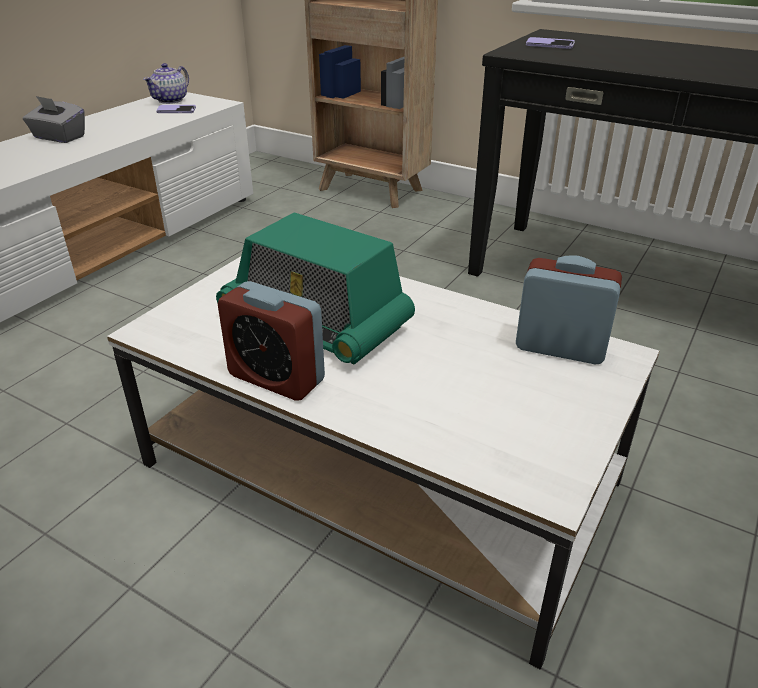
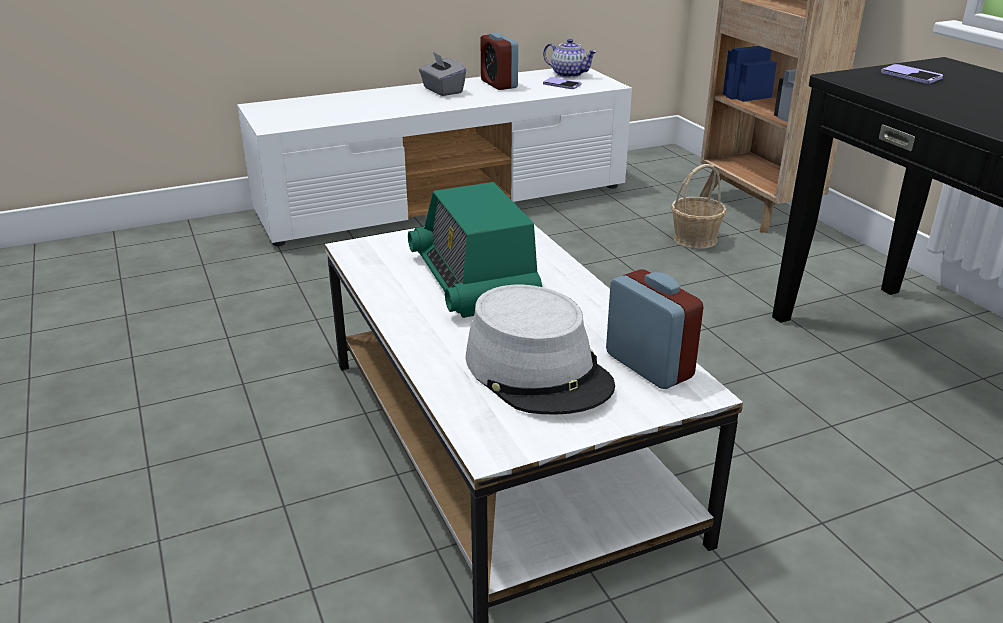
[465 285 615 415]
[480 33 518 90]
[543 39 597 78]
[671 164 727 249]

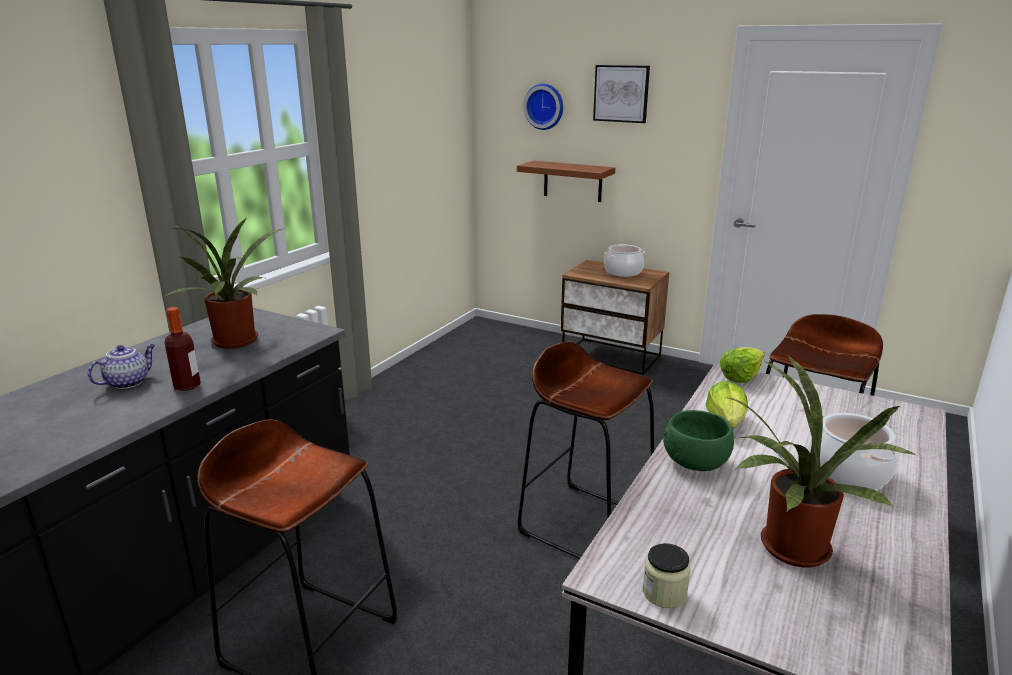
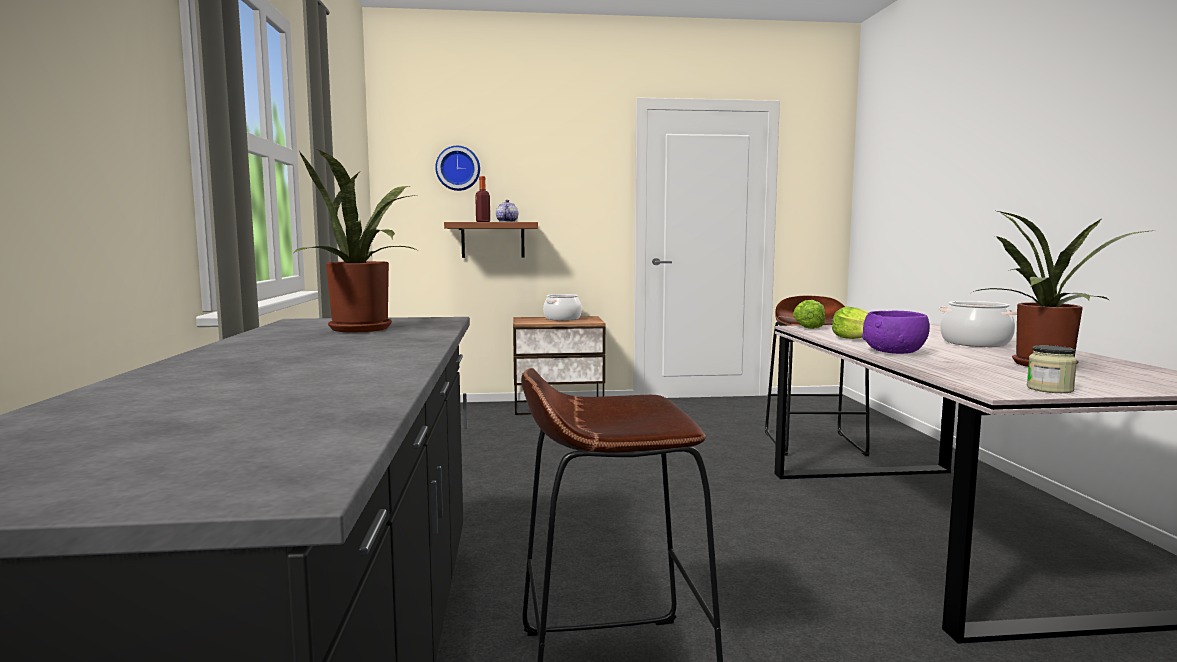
[475 176 490 222]
[496 200 519 222]
[862 311 930 354]
[518 342 654 559] (first image)
[593 65 650 123] (first image)

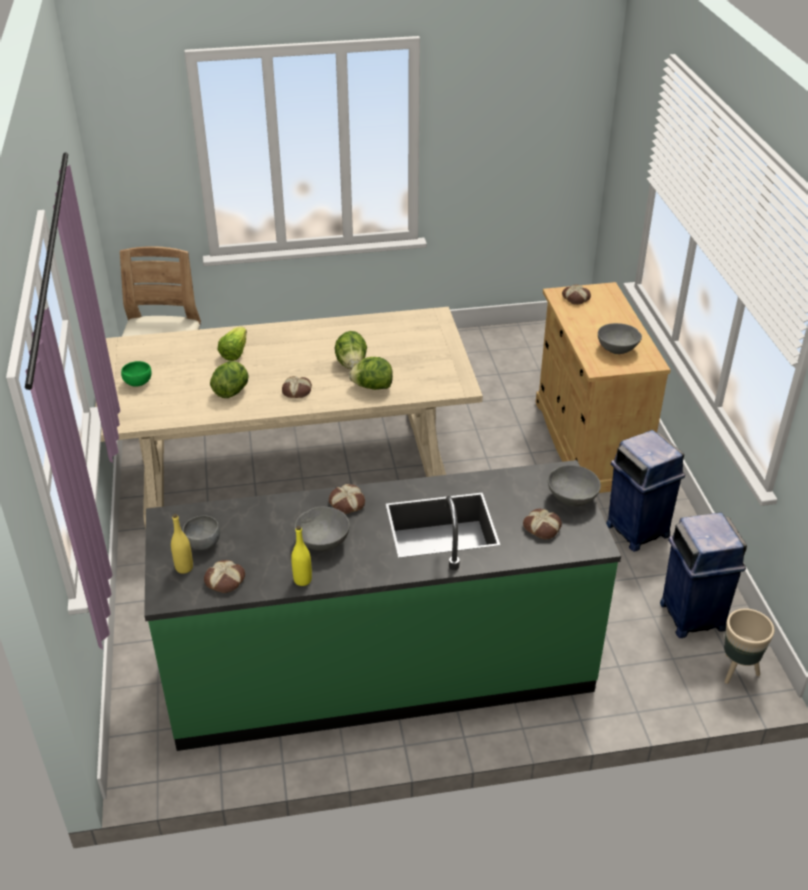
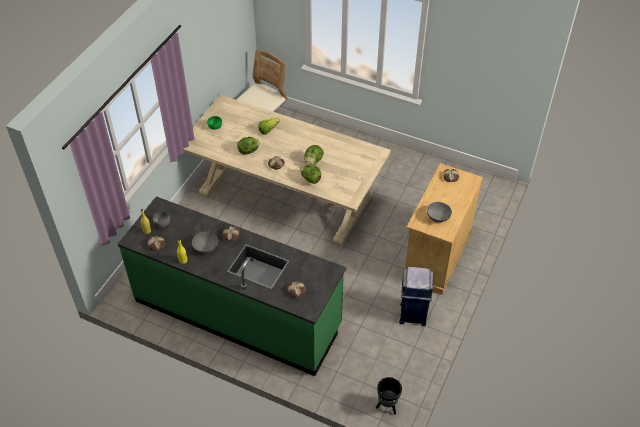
[376 377 402 414]
[548 465 601 506] (first image)
[660 512 747 638] (first image)

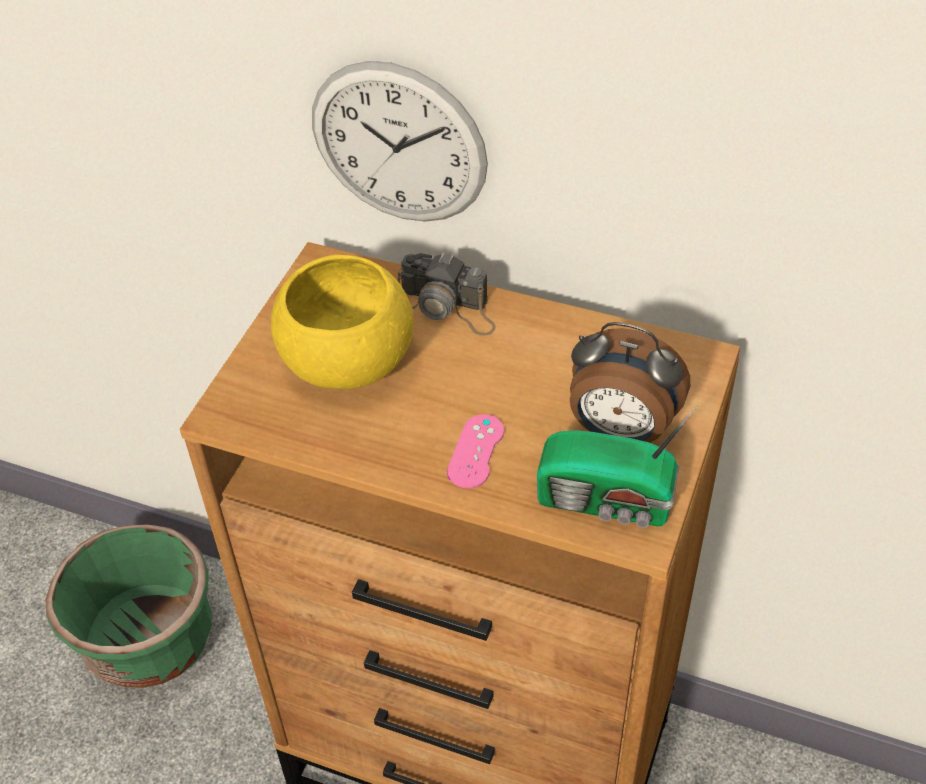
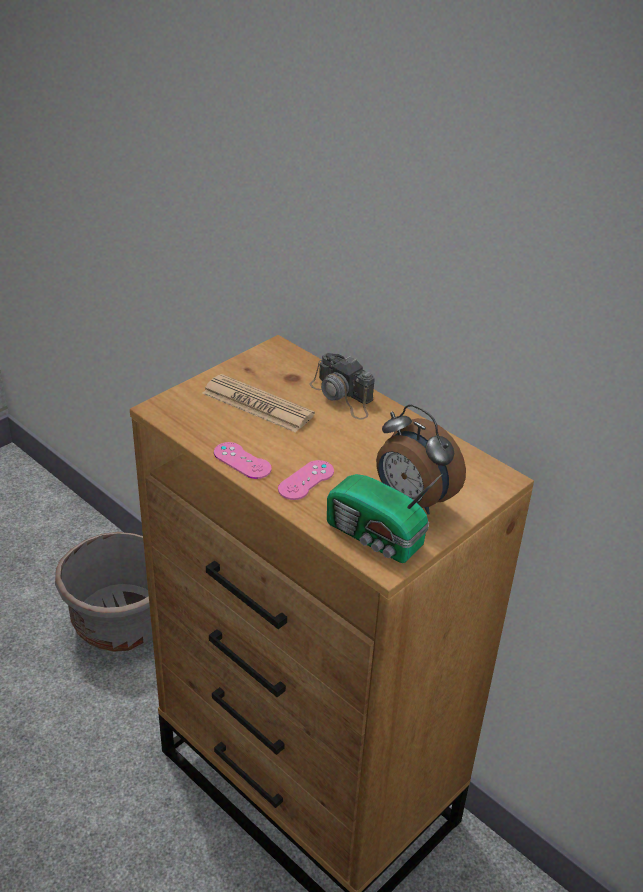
[55 532 153 652]
[202 374 315 433]
[214 442 272 479]
[312 61 488 222] (first image)

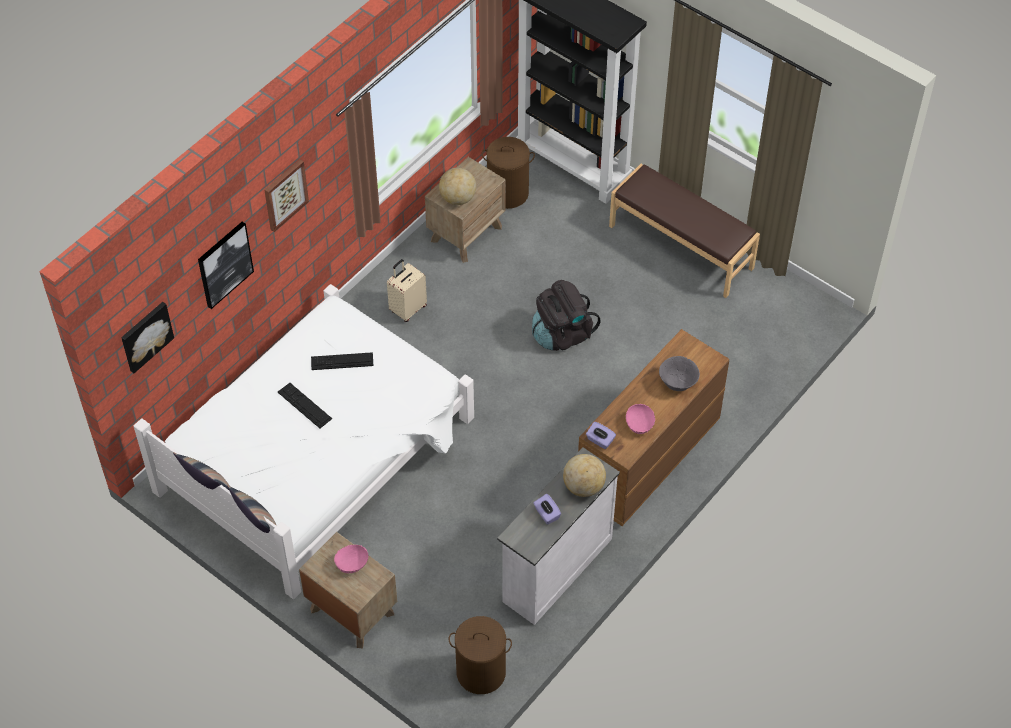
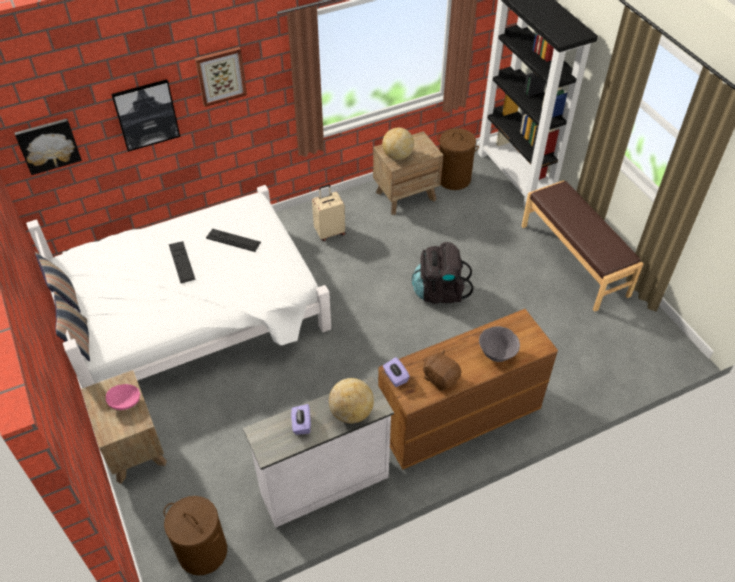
[423 350 462 391]

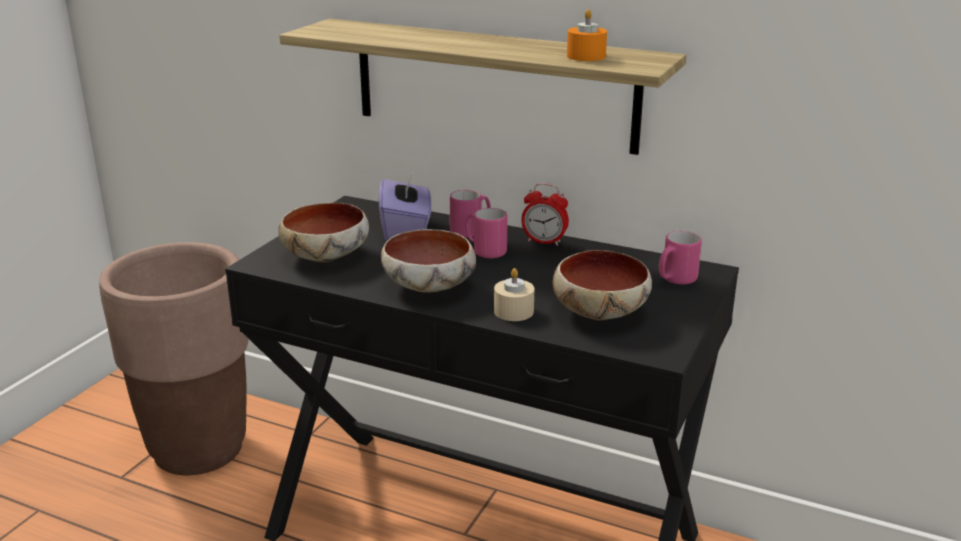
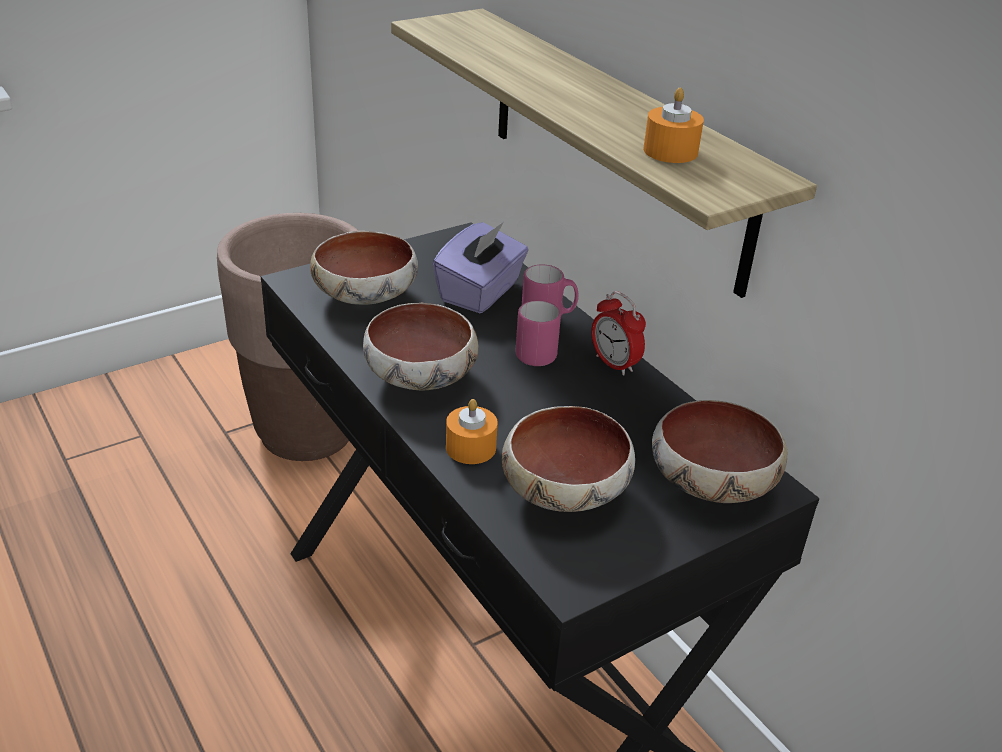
[446 399 498 464]
[652 400 787 503]

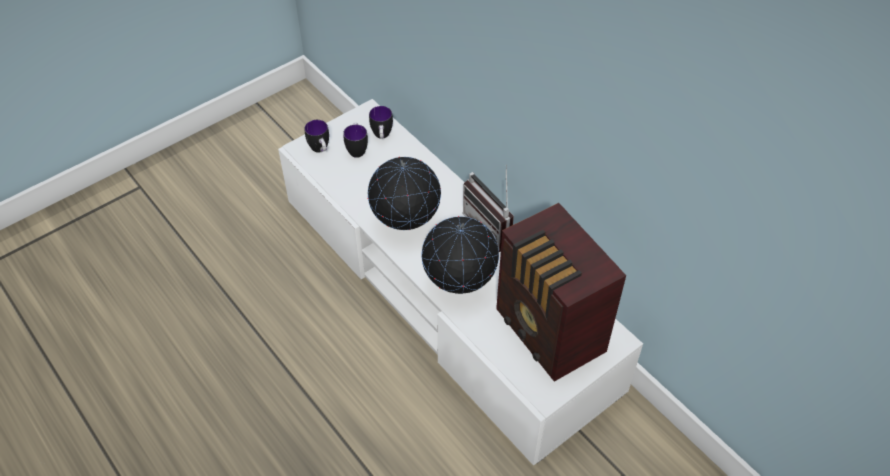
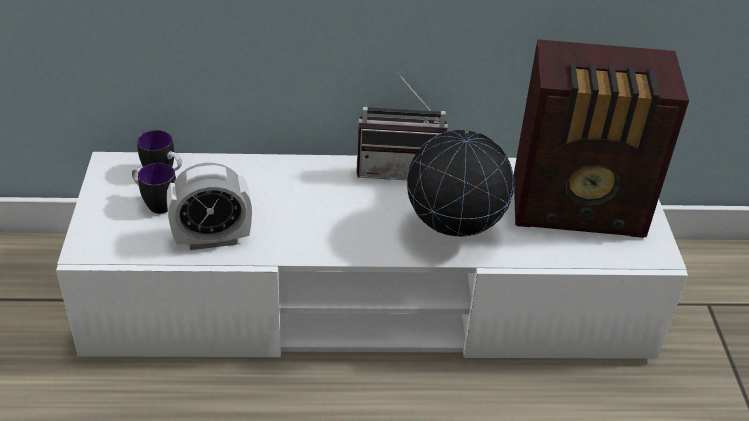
[167 163 252 250]
[304 120 329 153] (first image)
[367 157 441 230] (first image)

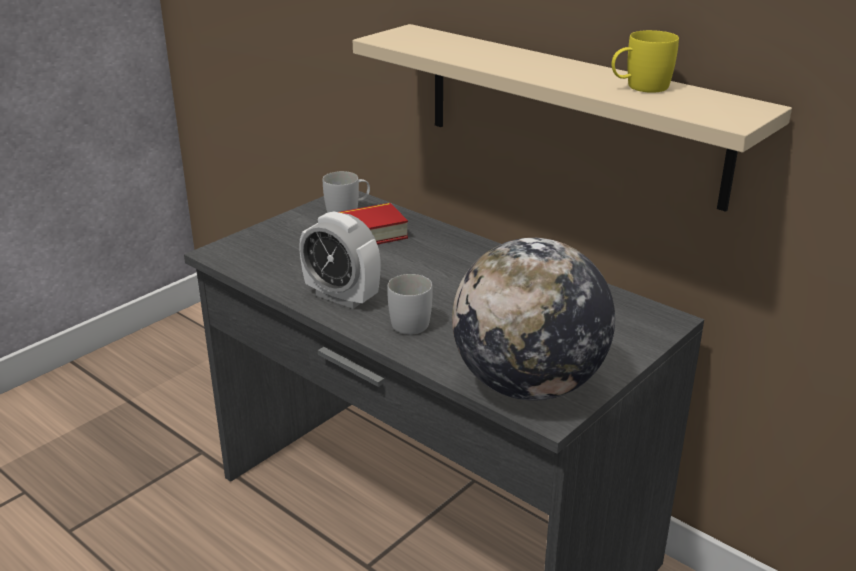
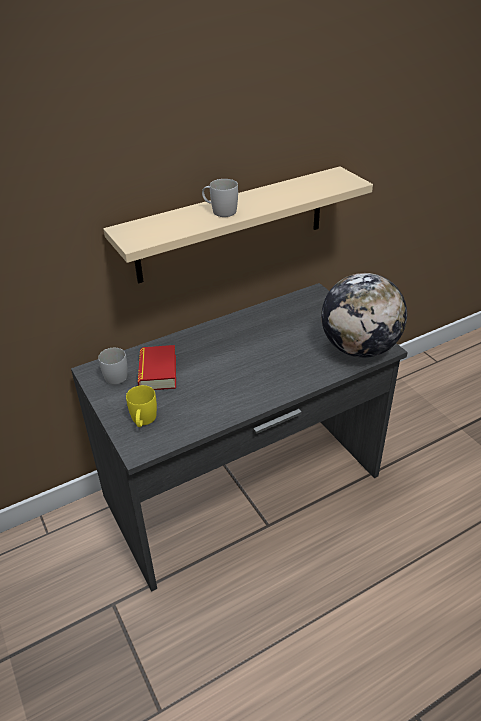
[126 385 157 427]
[202 179 238 217]
[299 212 380 309] (first image)

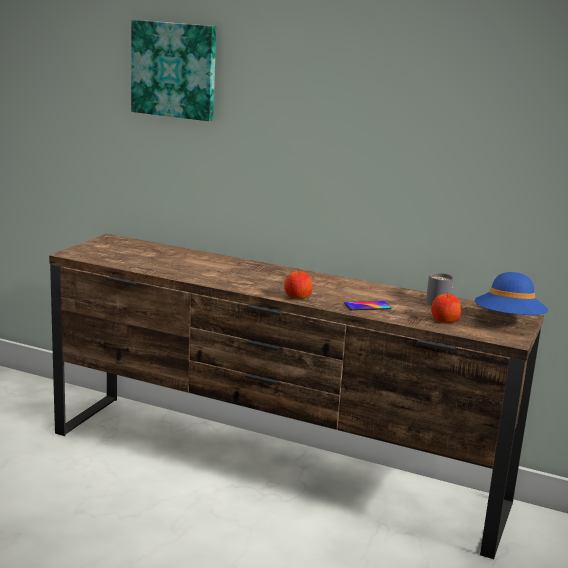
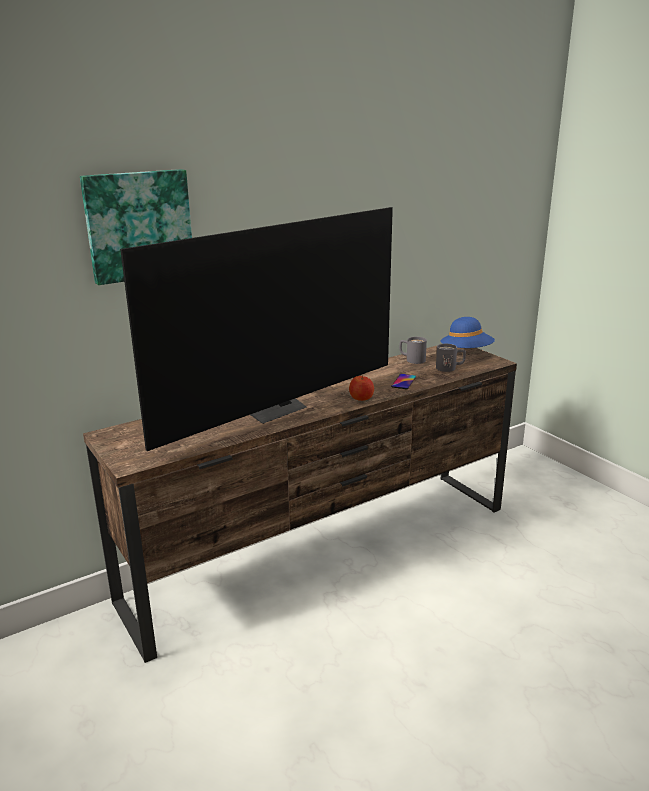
[120 207 393 451]
[436 344 466 372]

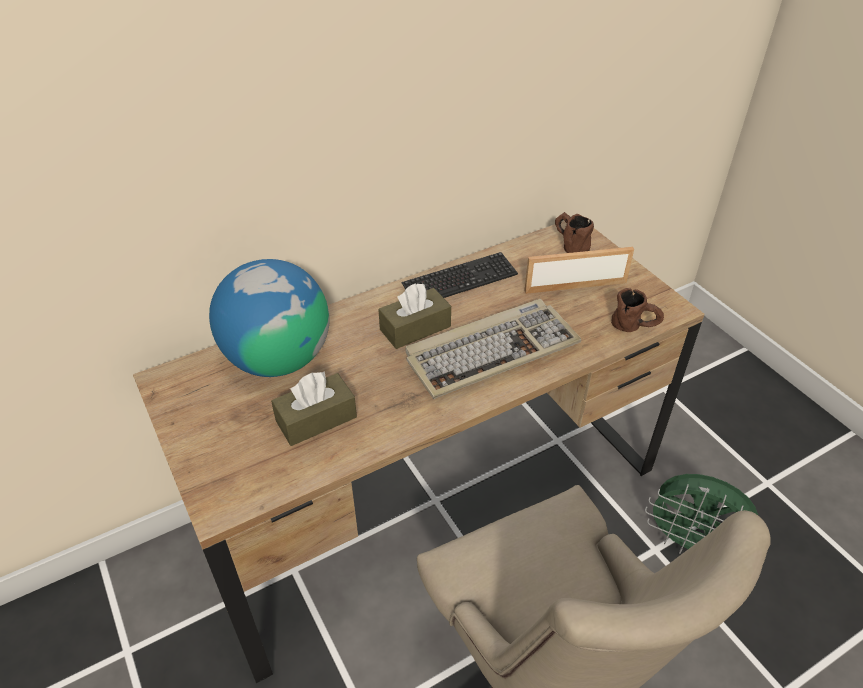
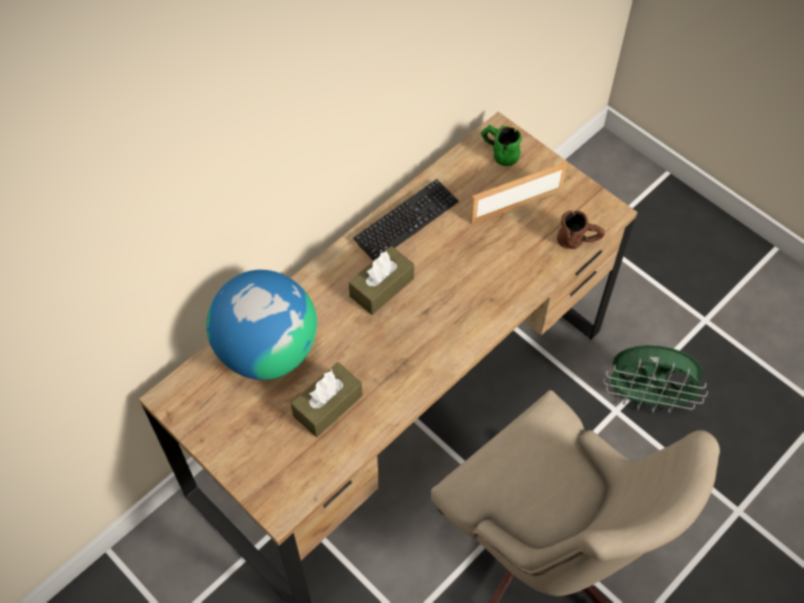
[481 125 522 166]
[405 299 581 399] (first image)

